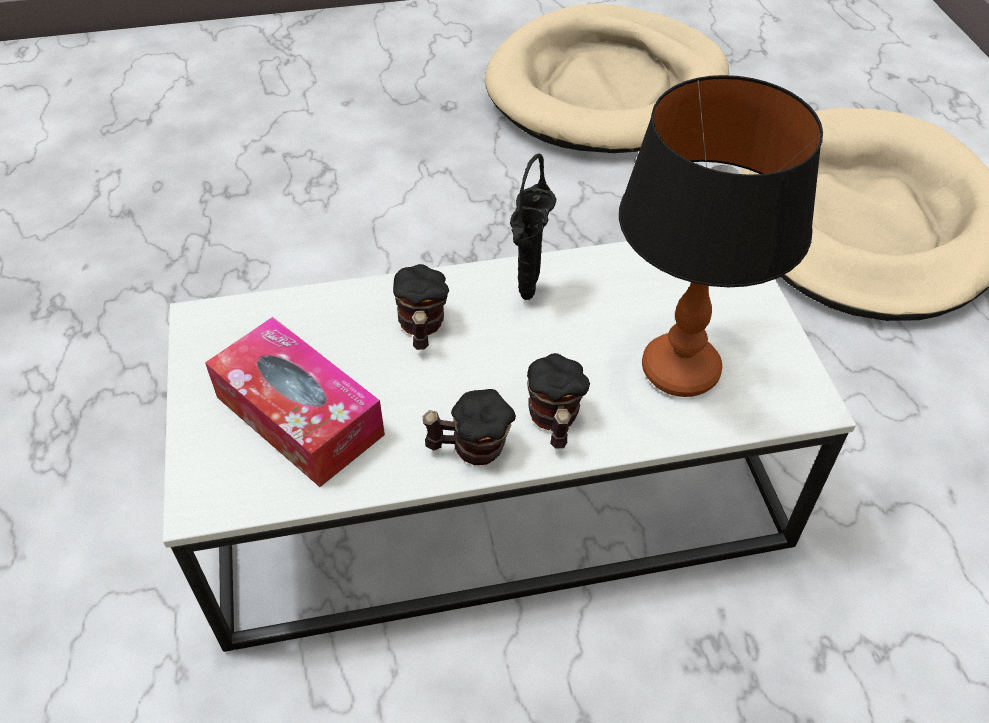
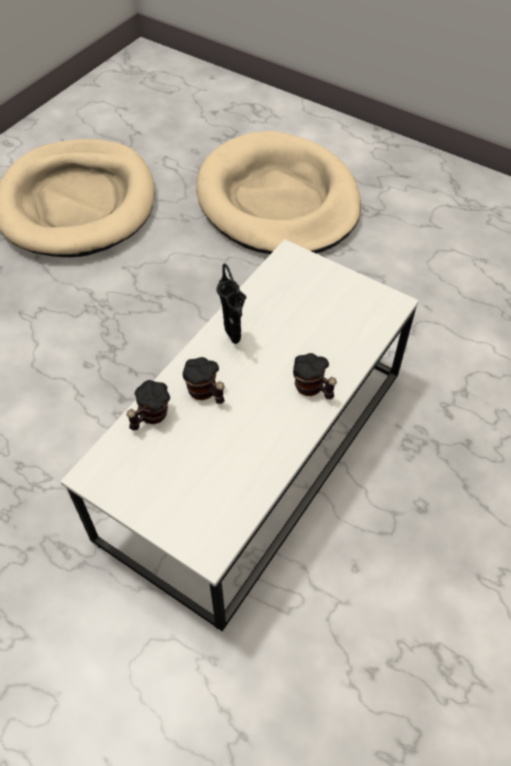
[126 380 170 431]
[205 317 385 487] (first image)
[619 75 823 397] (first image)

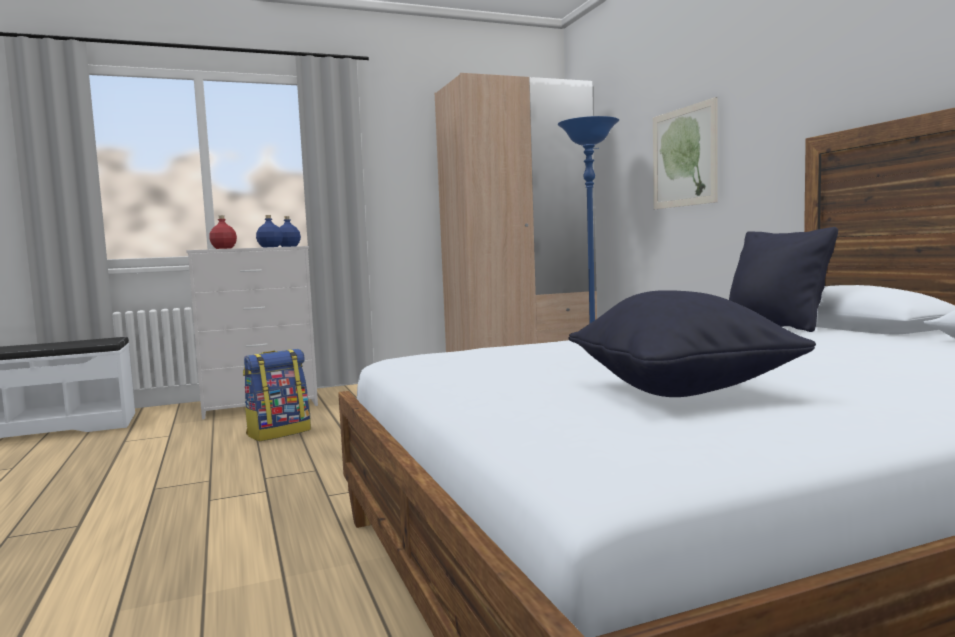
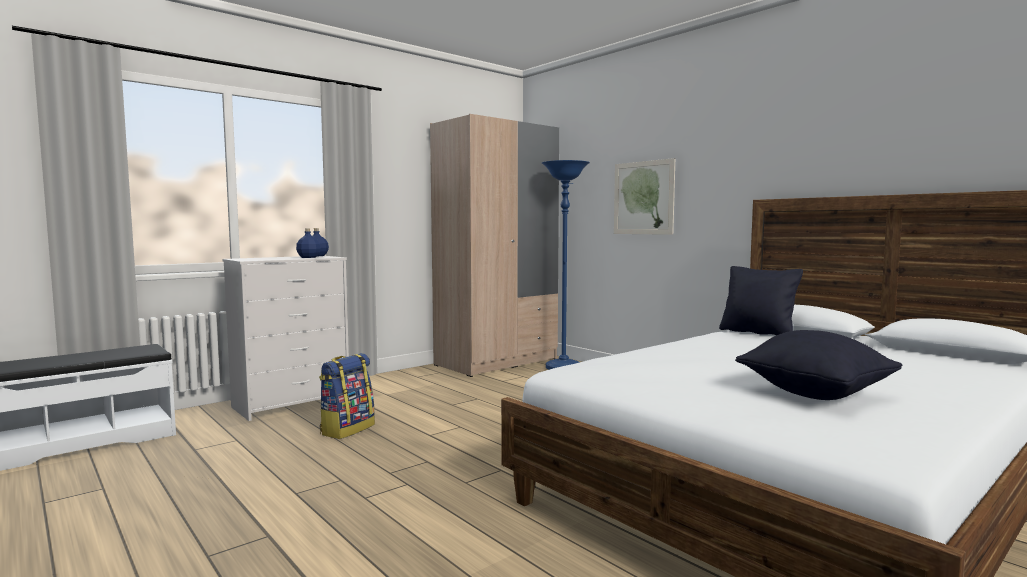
[209 215 237 249] (first image)

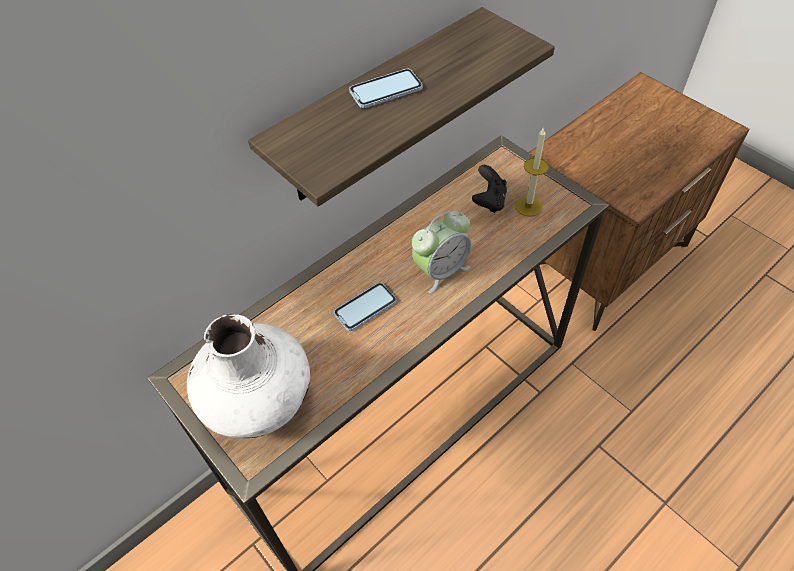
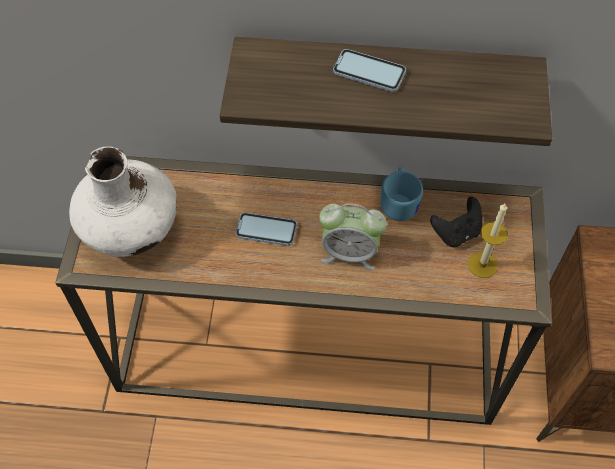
[381 167 423 221]

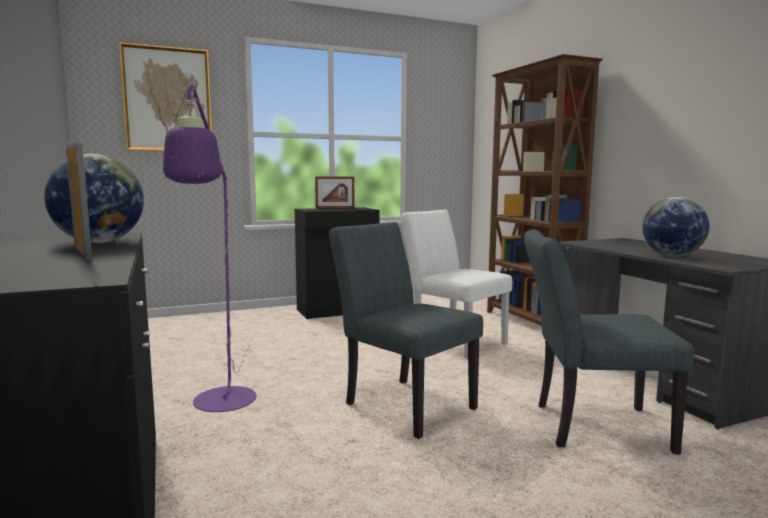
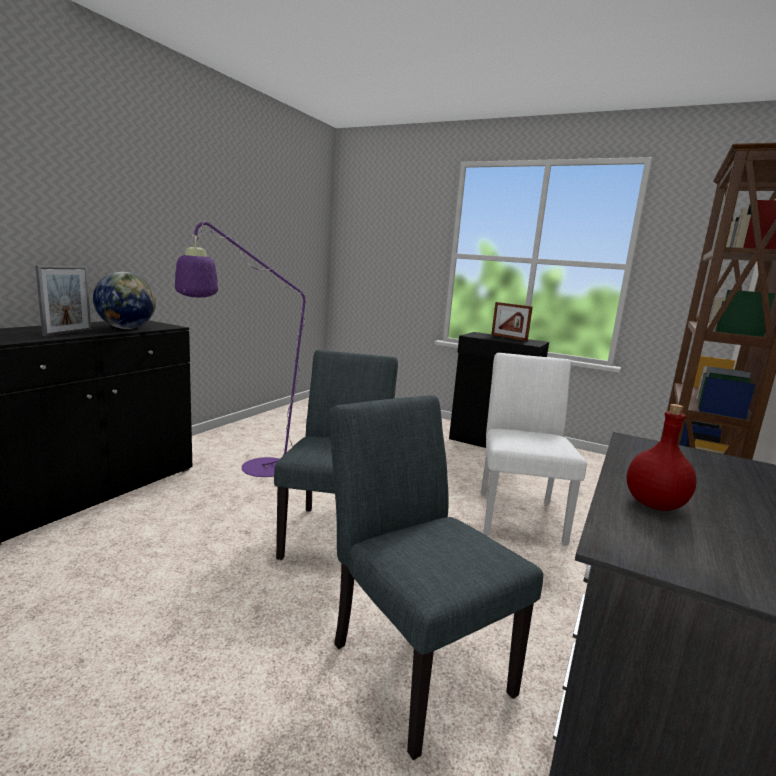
[627 404 696 511]
[119 42 212 151] (first image)

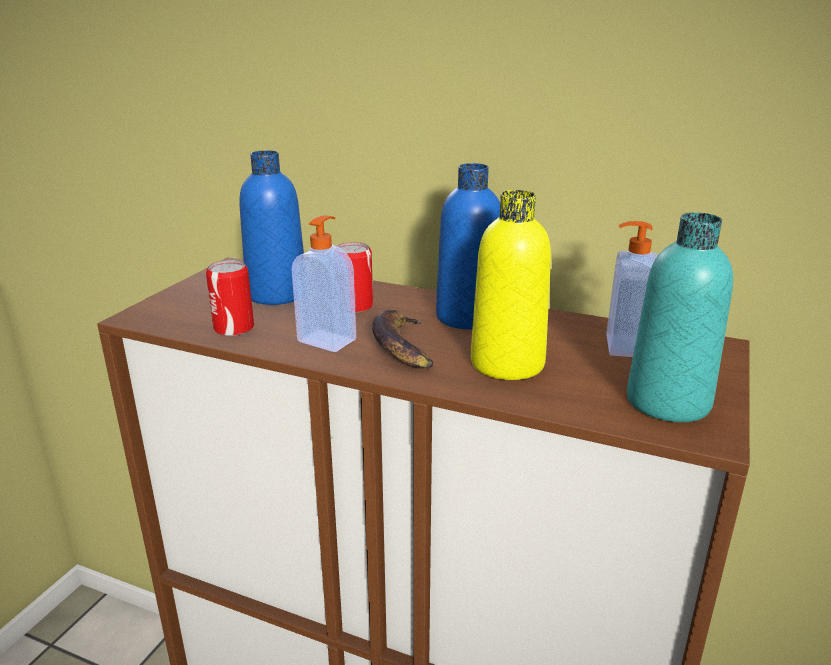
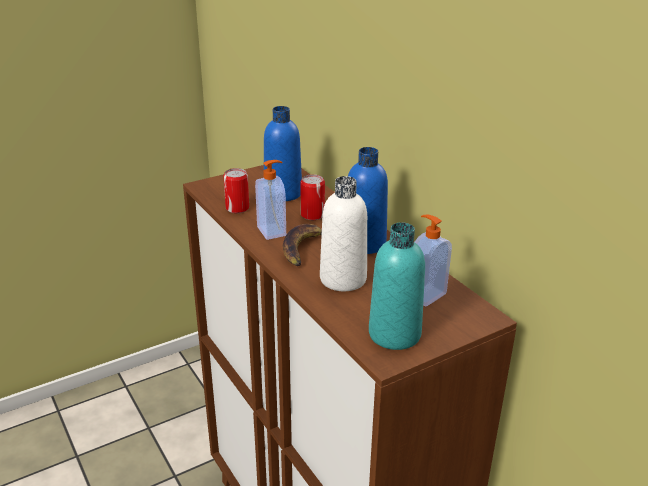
[320 176 367 291]

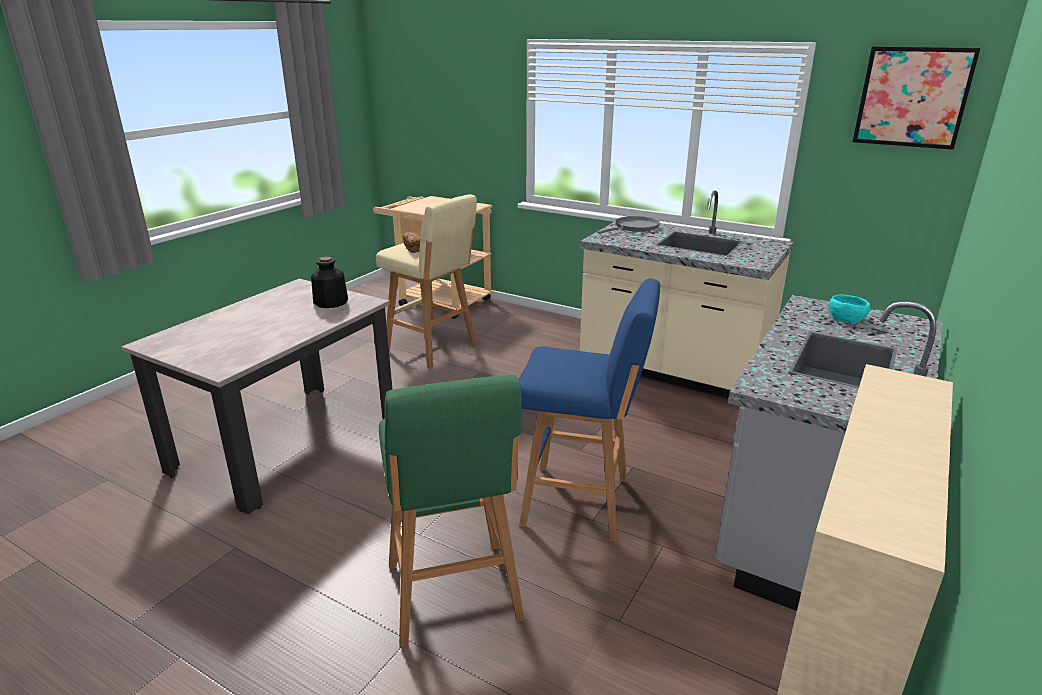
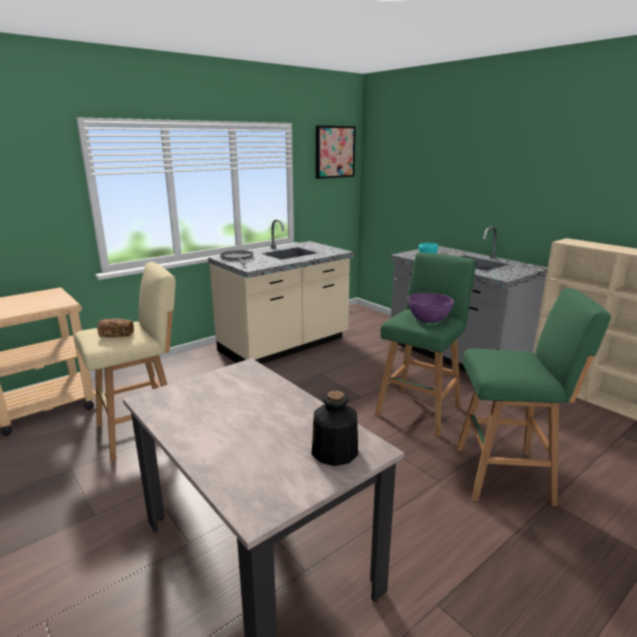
[312 390 358 466]
[375 252 476 436]
[407 293 454 323]

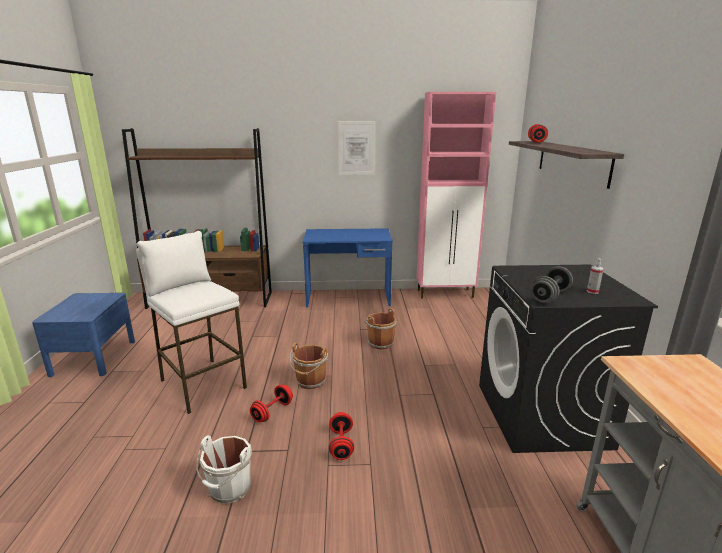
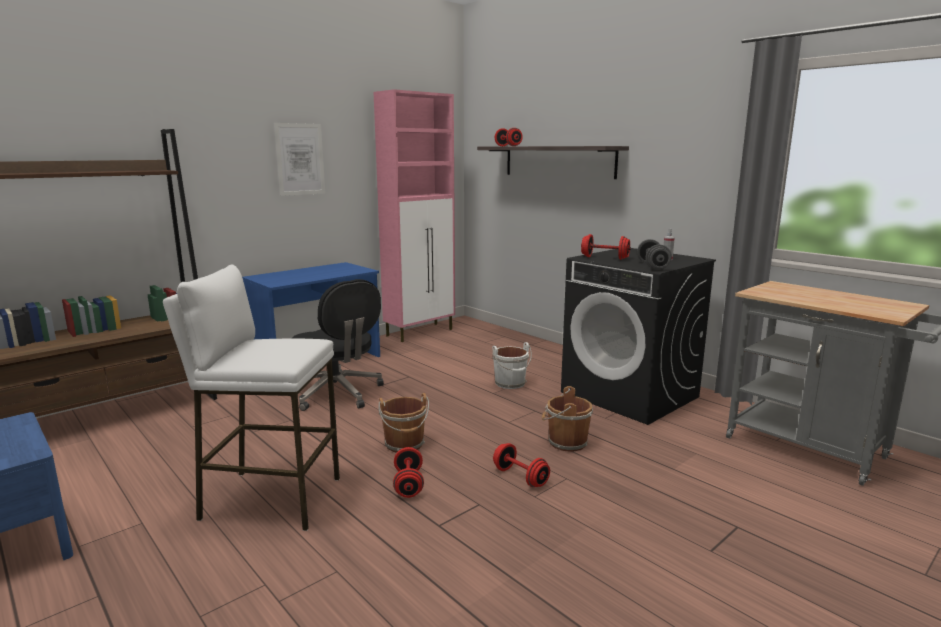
[291 279 384 411]
[492 342 532 389]
[542 386 593 452]
[581 234 631 260]

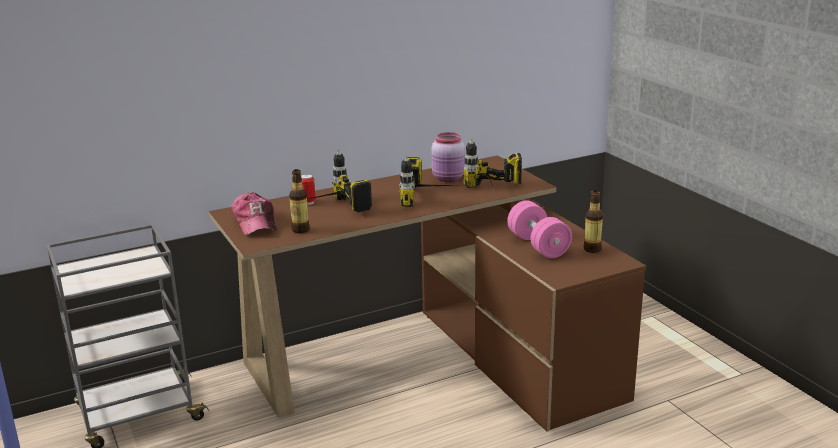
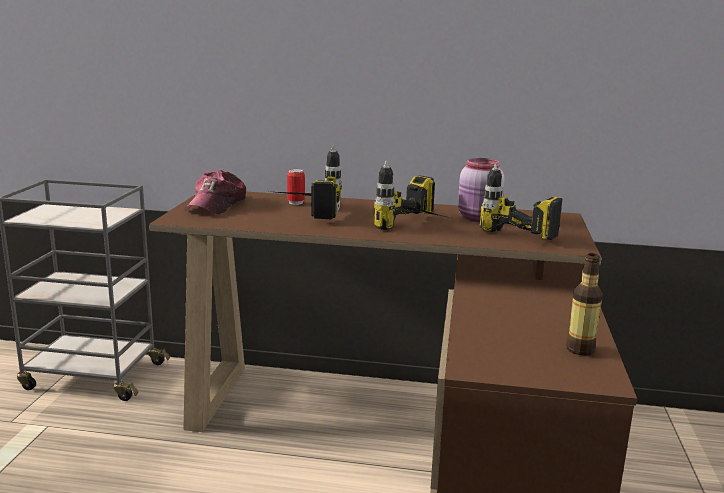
[289 169 310 233] (first image)
[507 201 572 258] (first image)

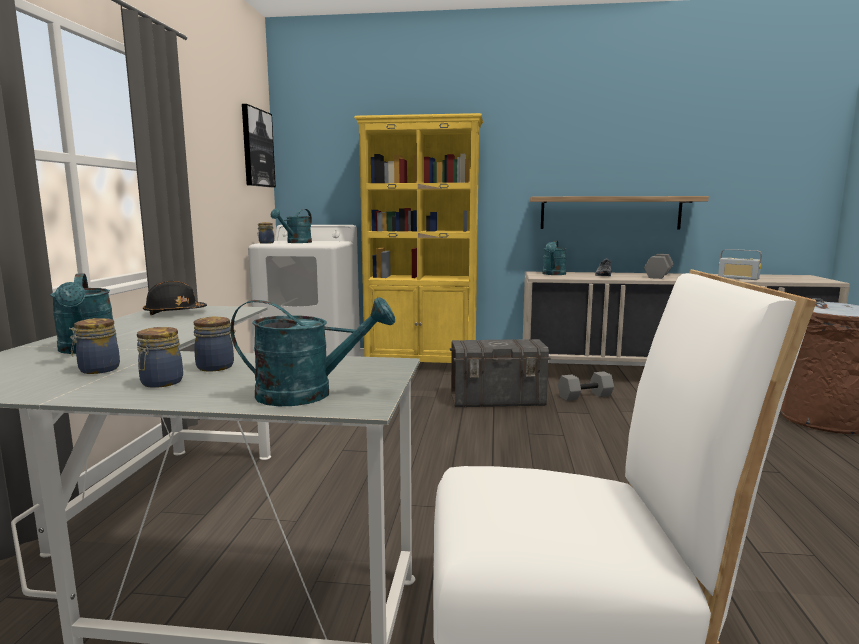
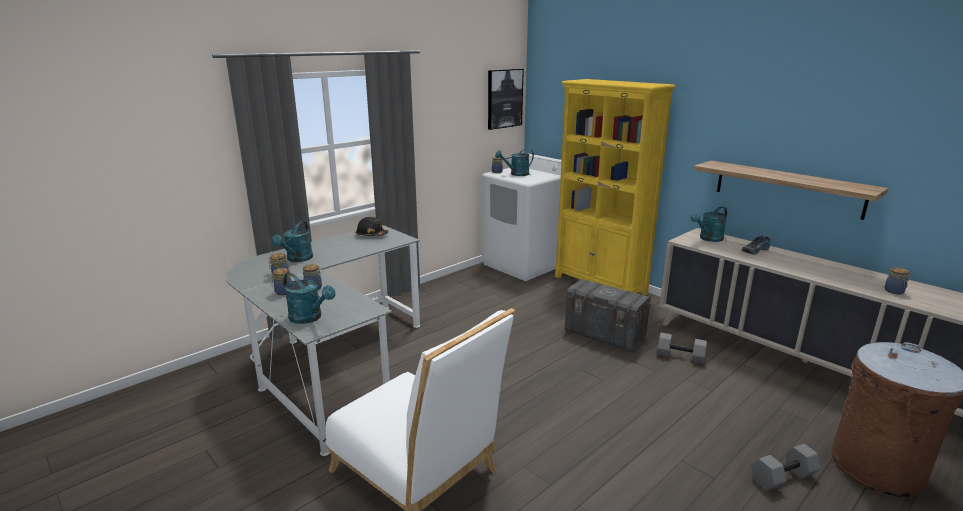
[751 444 821 491]
[885 267 910 294]

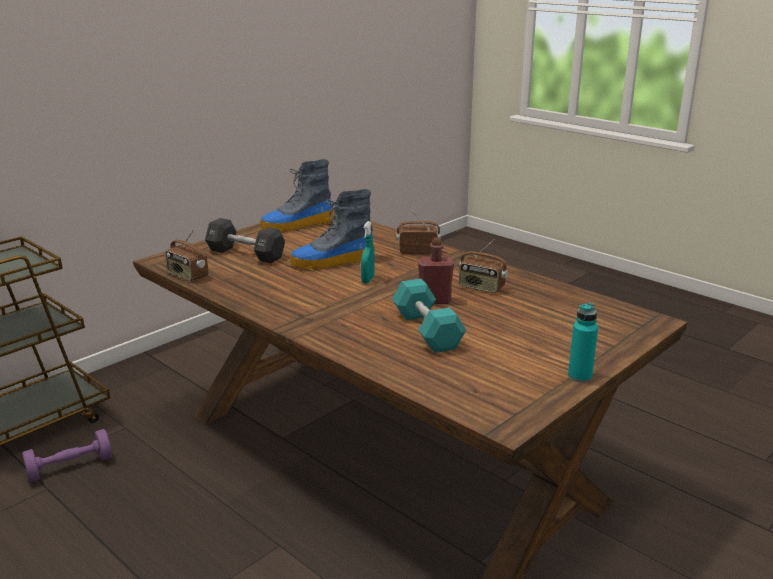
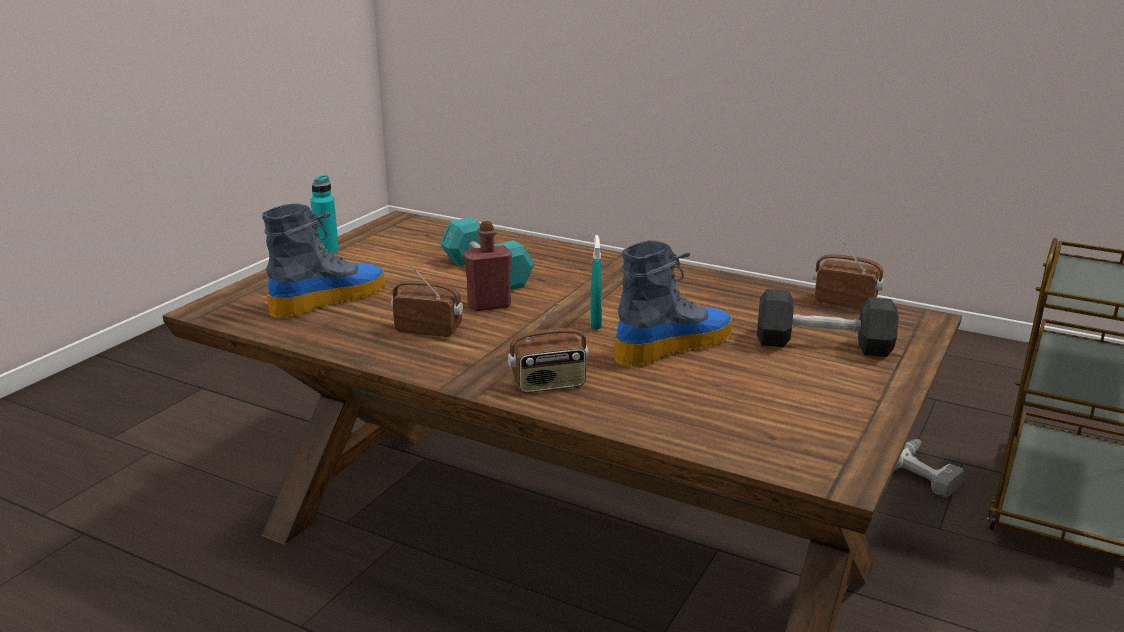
[262 204 385 318]
[893 439 964 497]

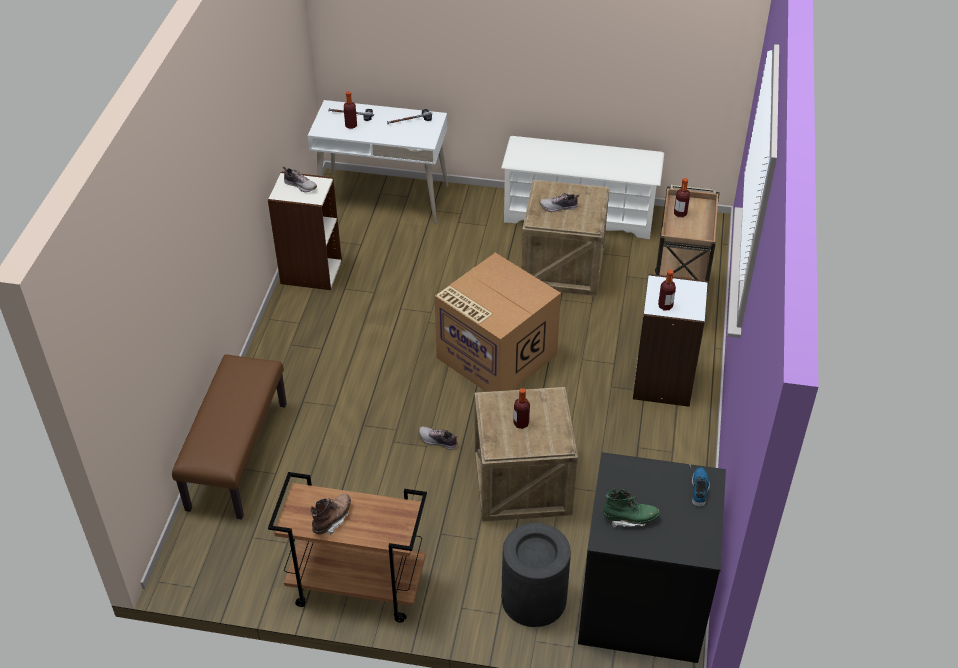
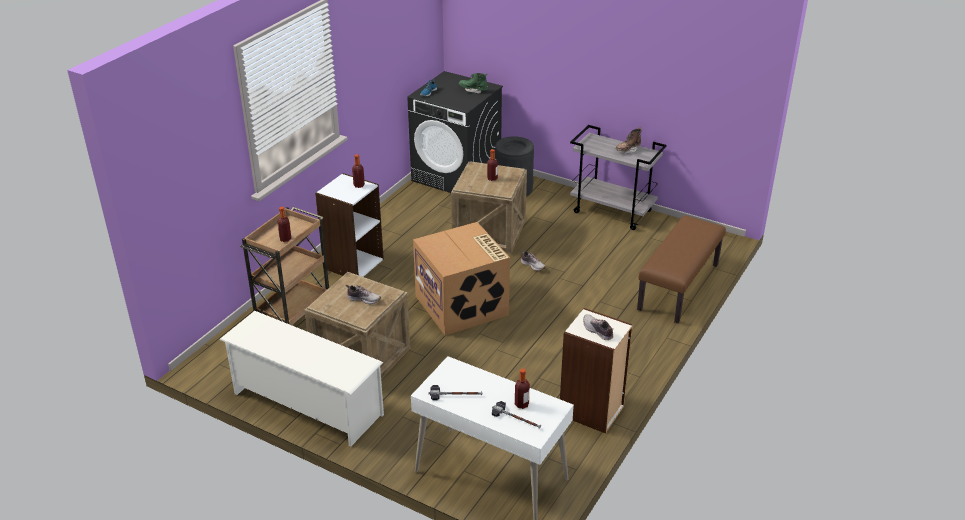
[570 125 667 230]

